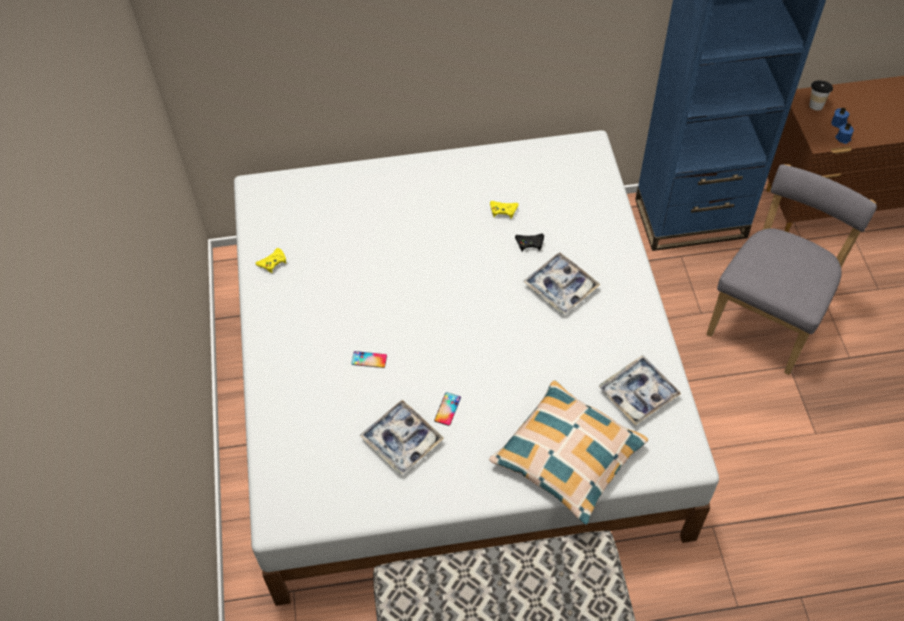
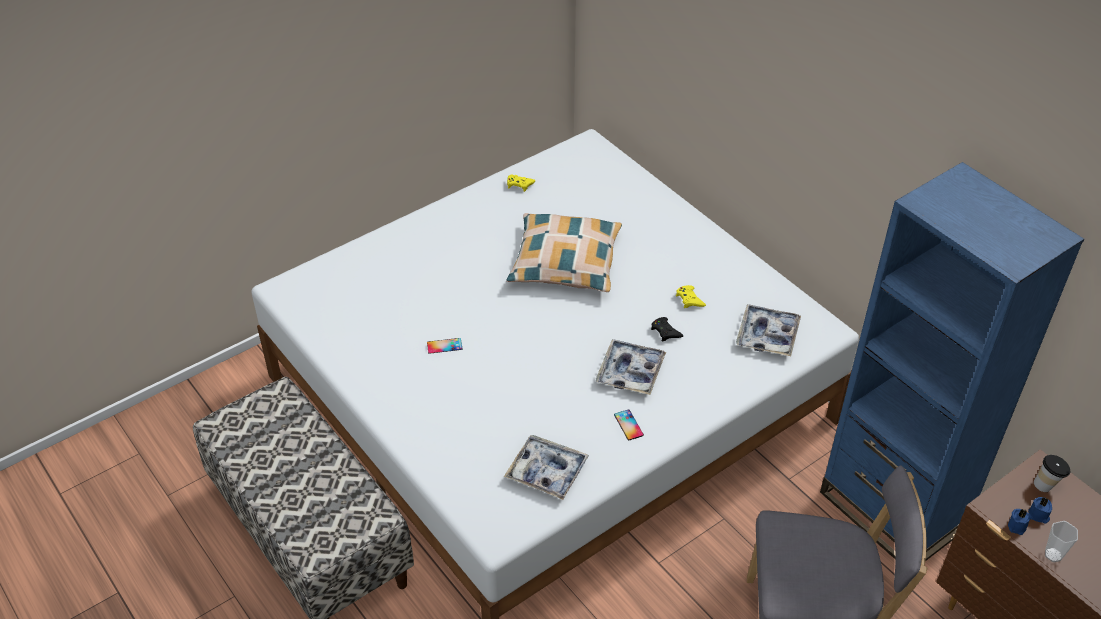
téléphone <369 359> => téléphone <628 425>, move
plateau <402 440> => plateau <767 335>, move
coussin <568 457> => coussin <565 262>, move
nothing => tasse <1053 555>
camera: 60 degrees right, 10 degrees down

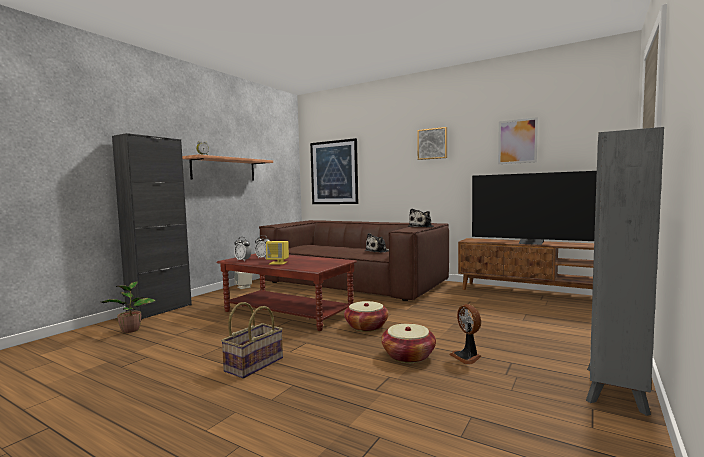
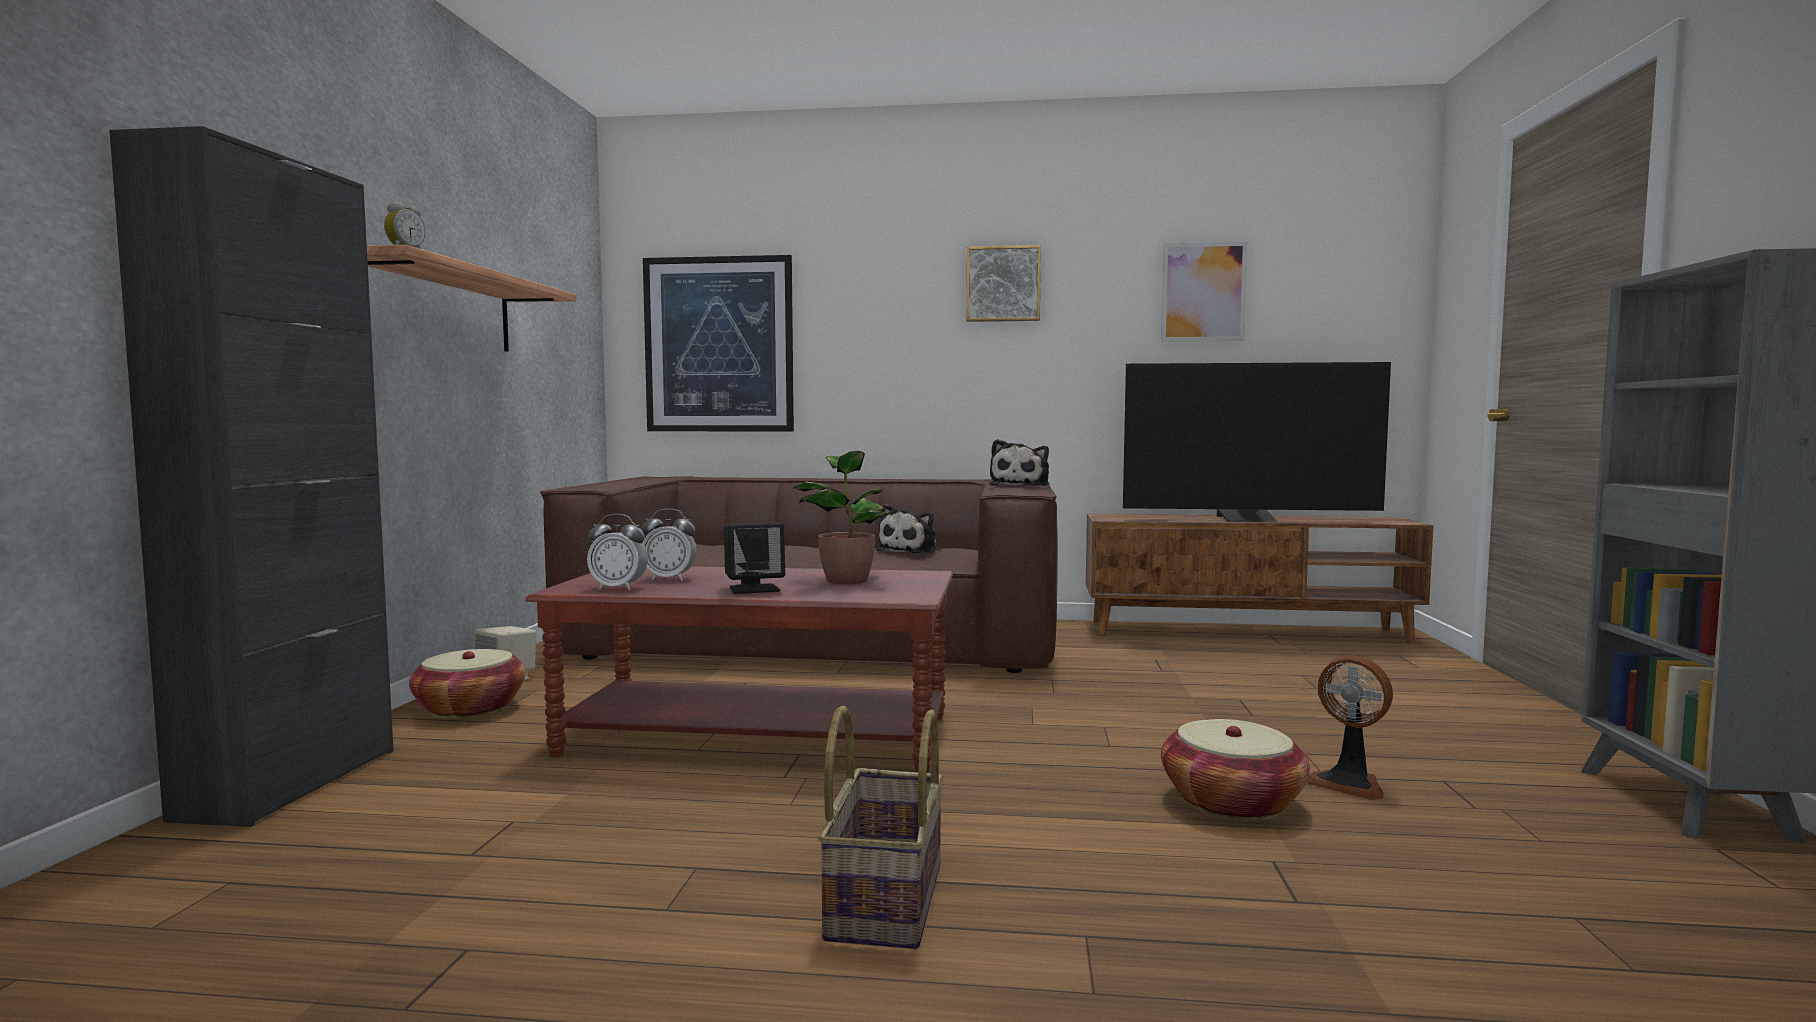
plante en pot <131 330> => plante en pot <845 580>, move
enceinte (jaune) <278 263> => enceinte (noir) <754 589>
panier <366 327> => panier <470 709>, move
camera: 25 degrees left, 0 degrees up

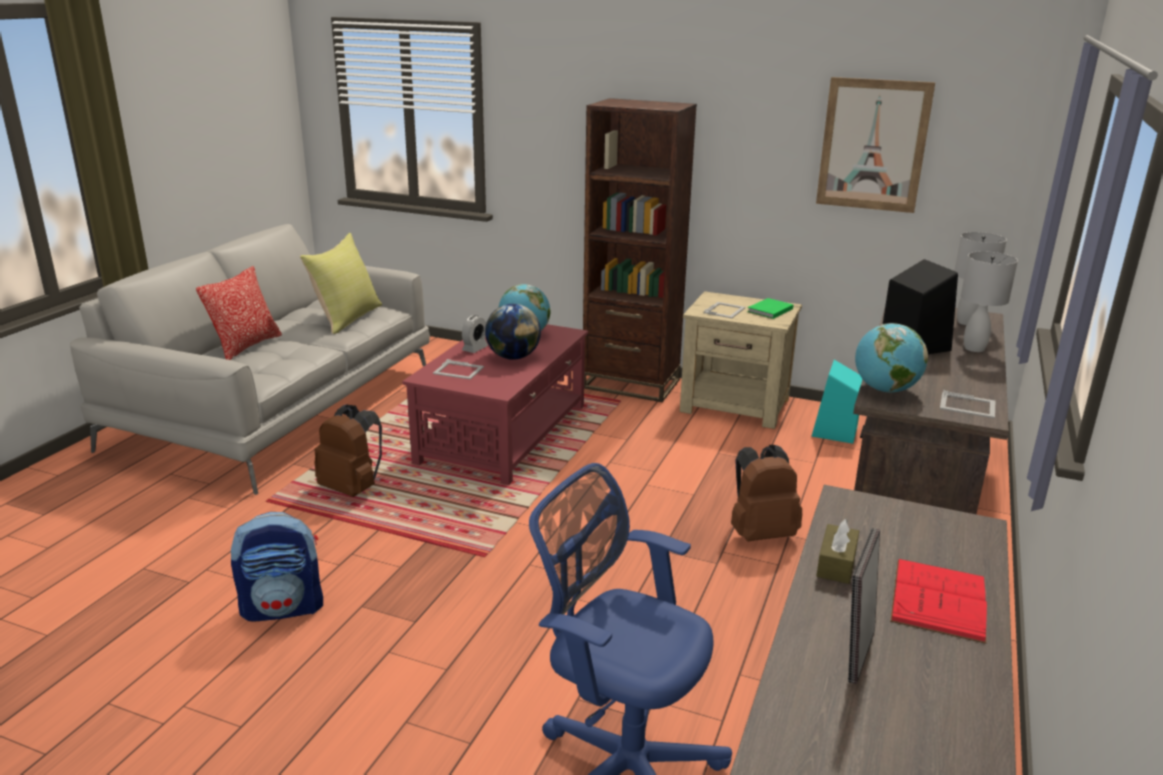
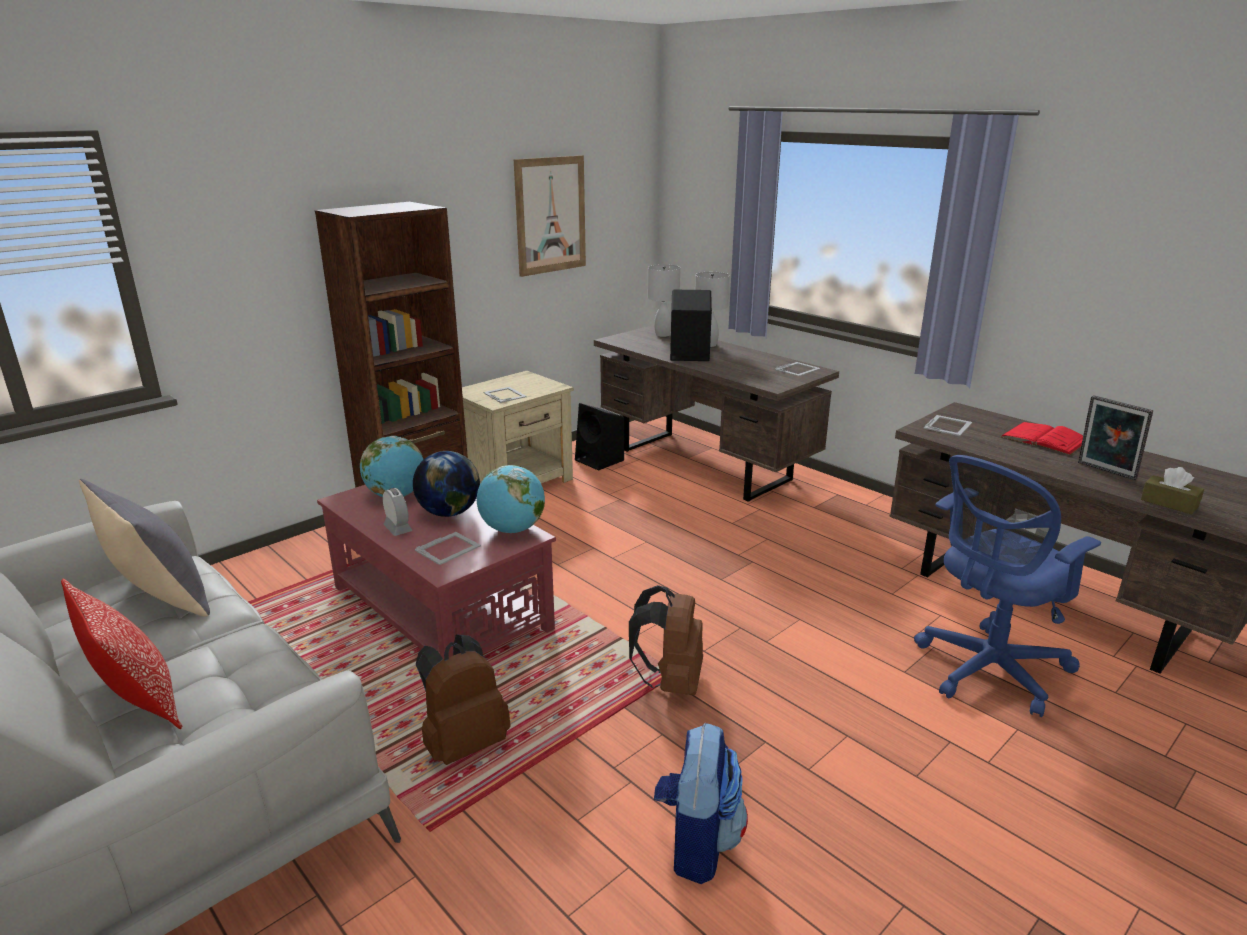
coussin (jaune) <347 318> => coussin (gris) <158 598>
sac à dos (marron) <760 533> => sac à dos (marron) <670 682>, move
livre (vert) <769 310> => nothing
enceinte (turquoise) <835 432> => enceinte (noir) <600 460>
boîte à mouchoirs (marron) <836 564> => boîte à mouchoirs (marron) <1169 503>, move
globe <885 390> => globe <512 530>, move
nothing => cadre photo <948 425>
camera: 65 degrees left, 0 degrees up

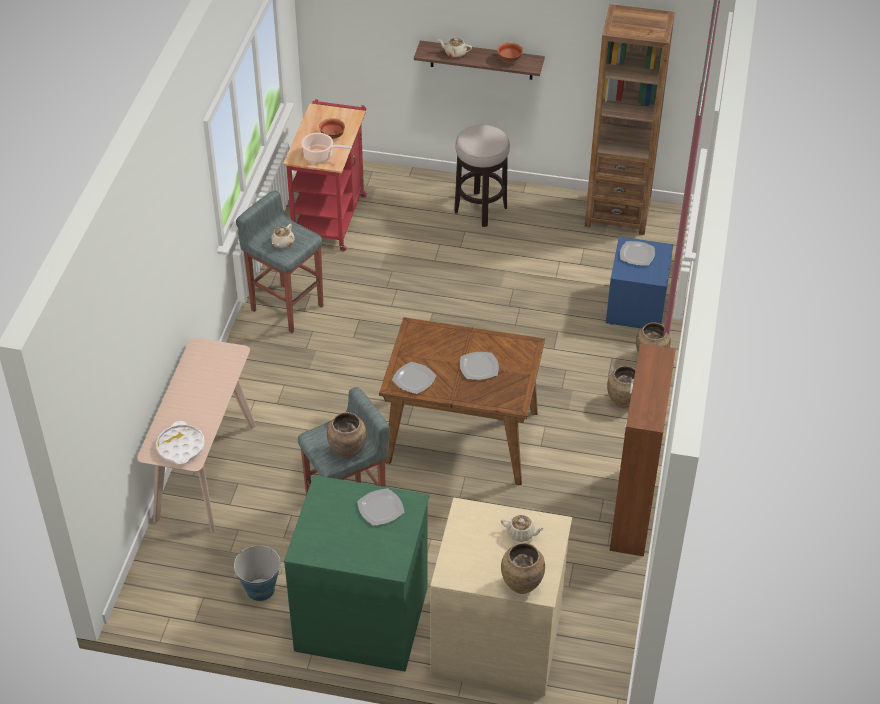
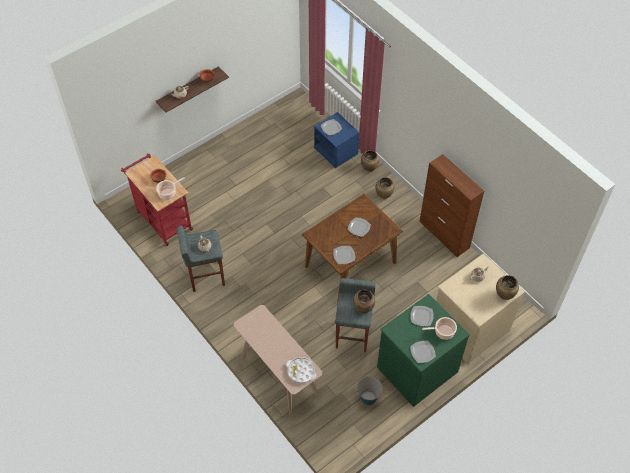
tabouret <480 209> => nothing
bibliothèque (marron) <617 214> => nothing
nothing => assiette <422 352>
nothing => marmite <443 332>
camera: 50 degrees left, 10 degrees up

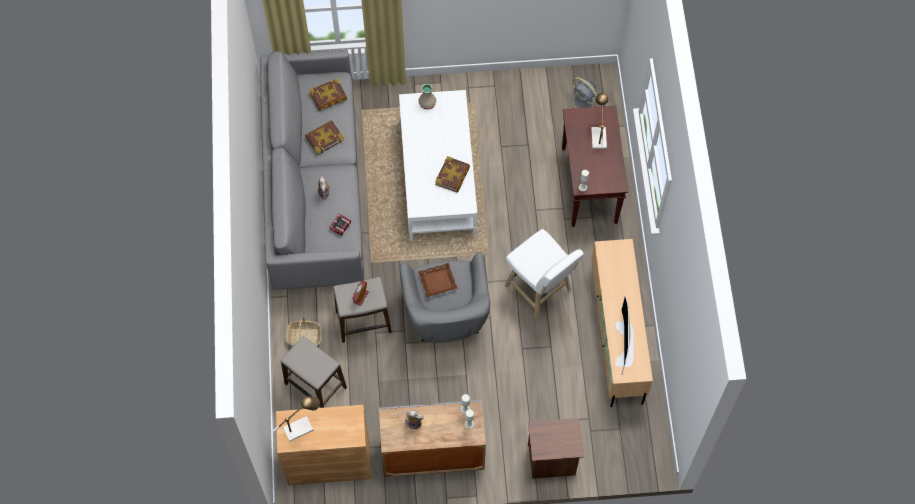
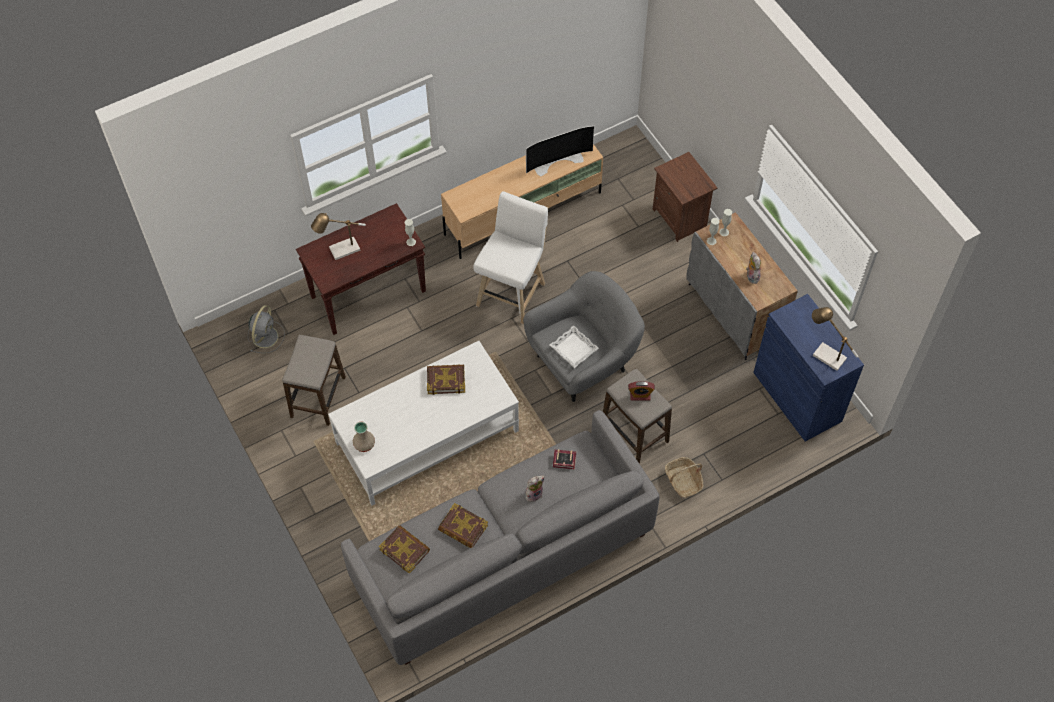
meuble de rangement (marron) <328 462> => meuble de rangement (bleu) <797 396>
tabouret <315 386> => tabouret <318 397>, move
plateau (marron) <437 281> => plateau (blanc) <573 349>
camera: 115 degrees left, 5 degrees down

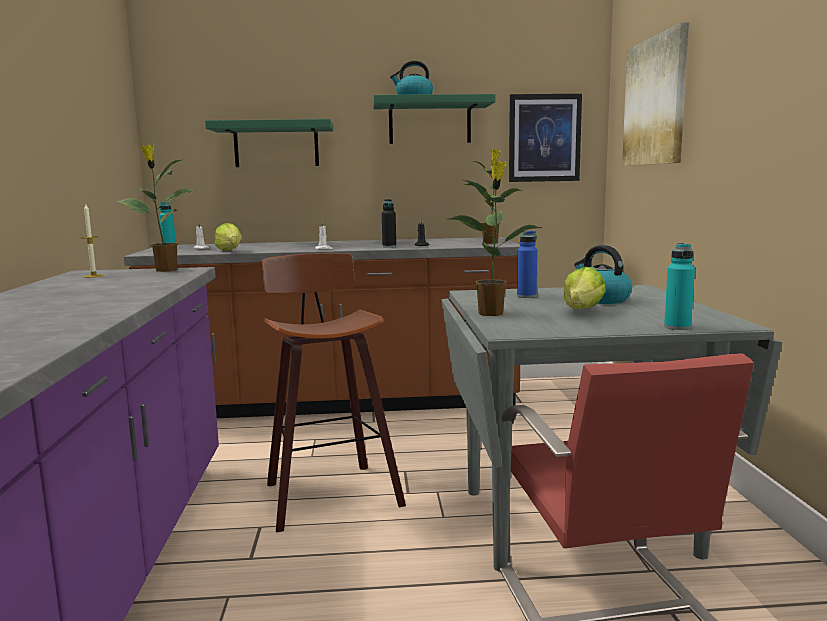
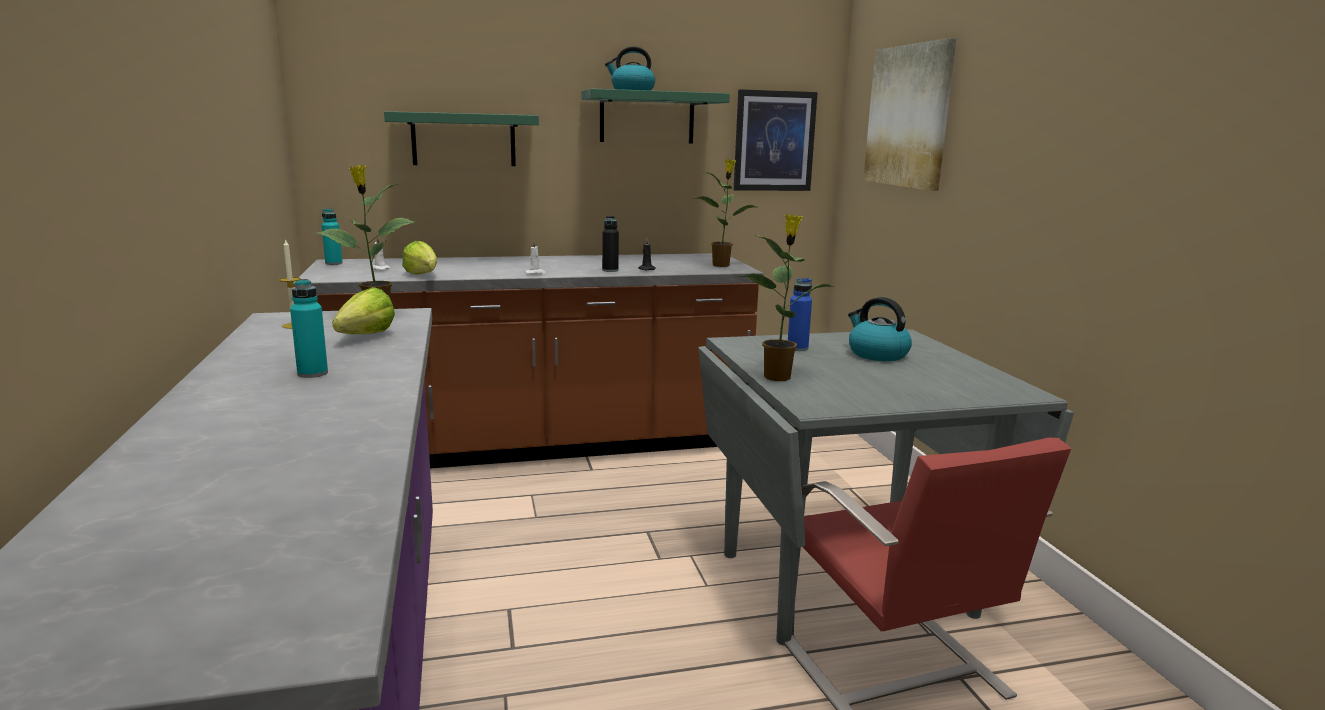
tabouret <328 493> => nothing
laitue <579 312> => laitue <360 338>, move
bouteille (turquoise) <677 327> => bouteille (turquoise) <312 373>, move
camera: 10 degrees left, 5 degrees up

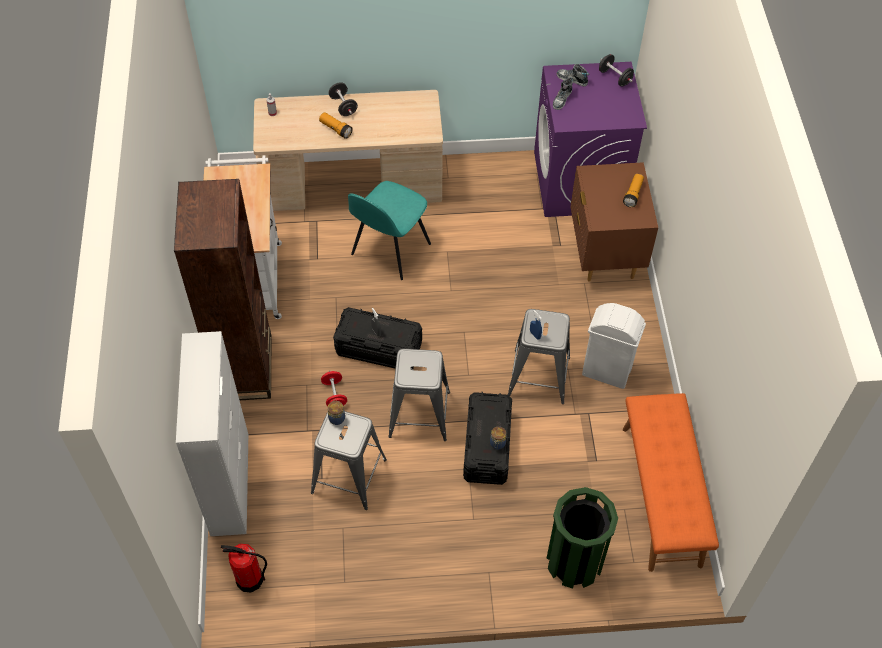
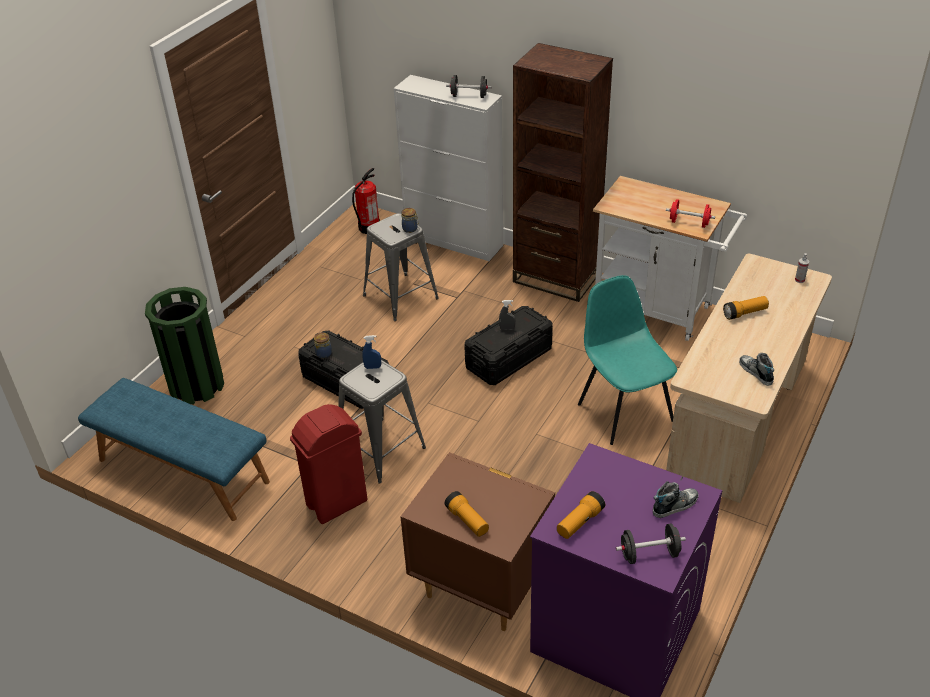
haltère (rouge) <334 395> => haltère (rouge) <689 223>, move
haltère (noir) <343 106> => haltère (noir) <469 96>, move
tabouret (gris) <419 414> => nothing
chaussure <562 99> => chaussure <755 372>, move
poubelle (blanc) <607 372> => poubelle (rouge) <336 503>
banc (orange) <662 495> => banc (bleu) <182 471>
nothing => lampe de poche <579 522>
camera: 125 degrees right, 15 degrees down

